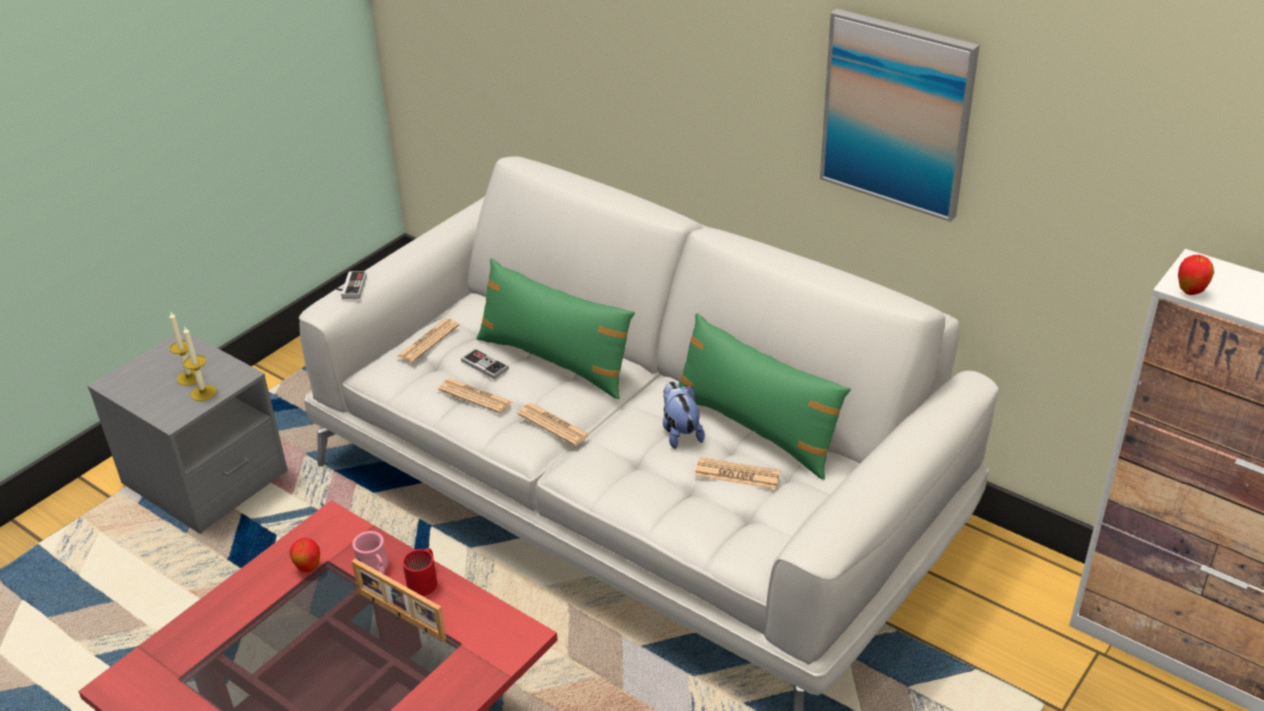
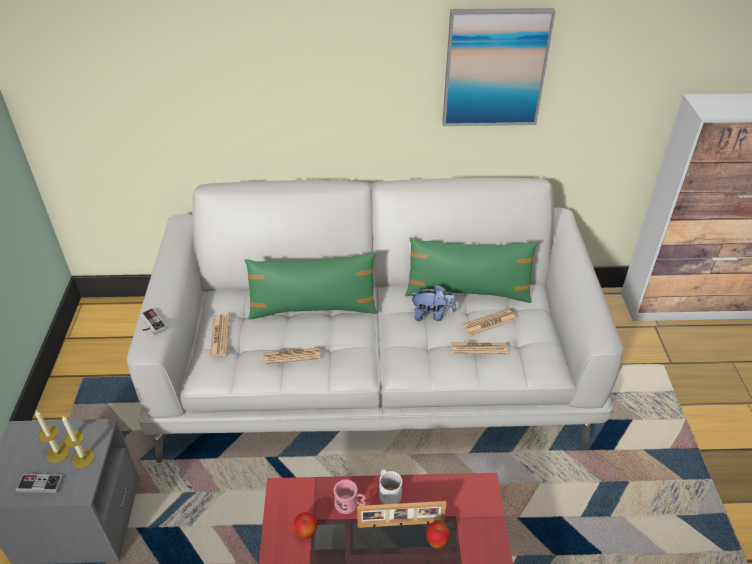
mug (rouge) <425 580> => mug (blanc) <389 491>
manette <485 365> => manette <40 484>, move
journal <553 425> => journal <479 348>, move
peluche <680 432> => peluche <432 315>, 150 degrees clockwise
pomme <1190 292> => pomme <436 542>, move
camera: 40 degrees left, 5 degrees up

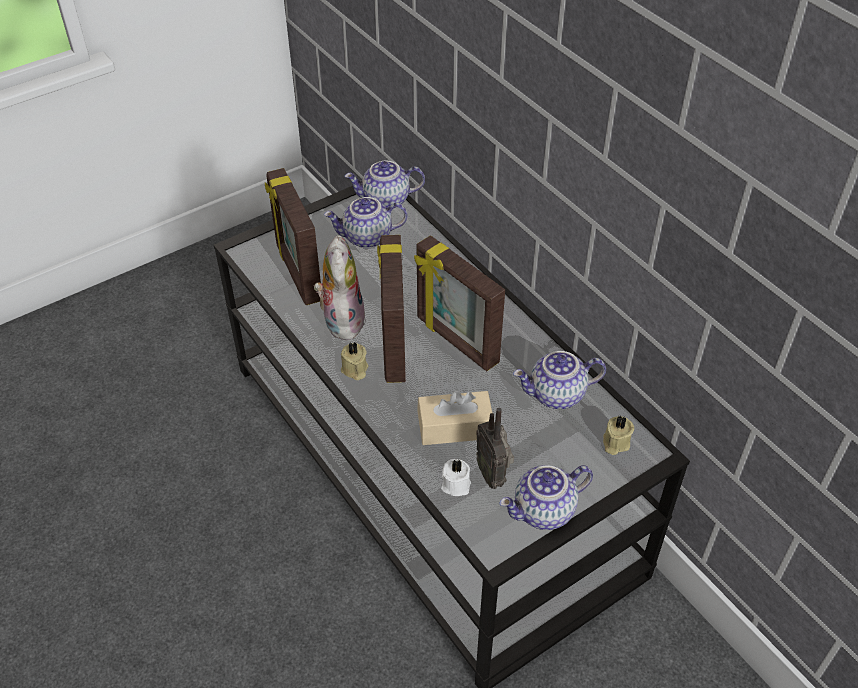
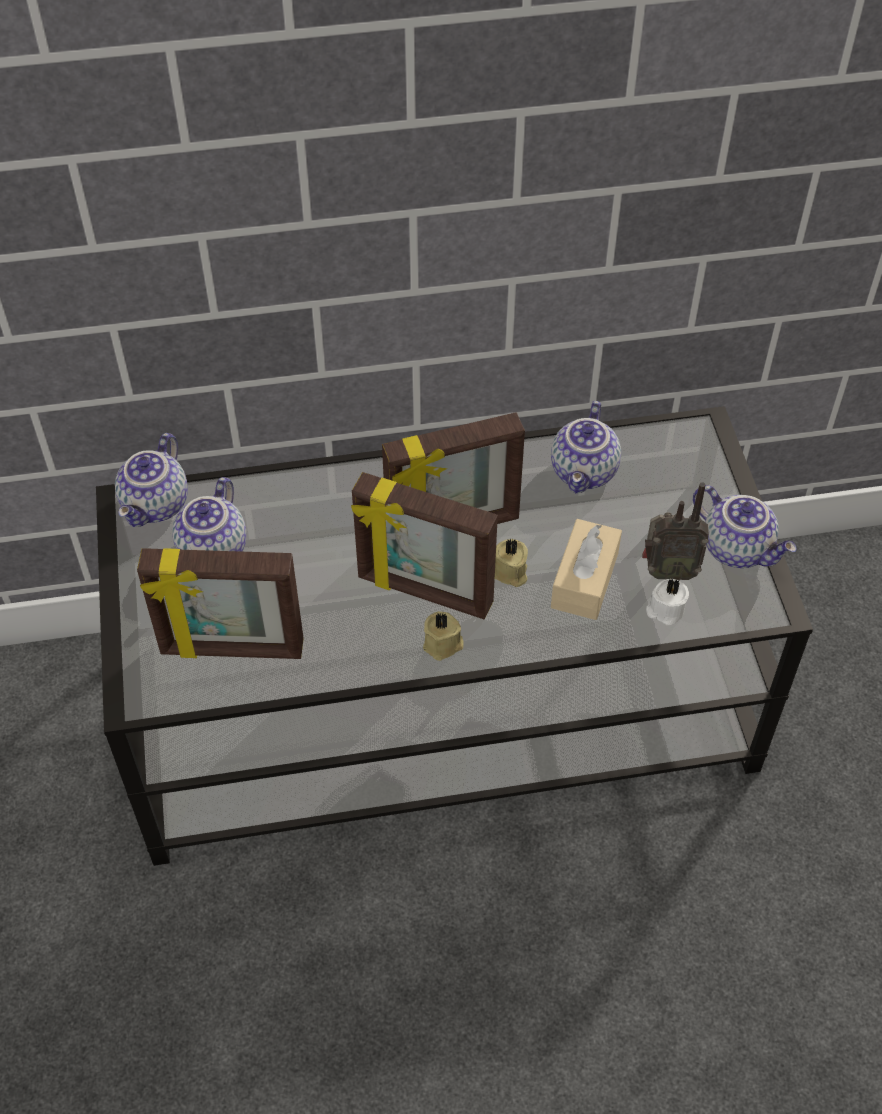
peluche <341 319> => nothing
théière <544 512> => théière <738 548>, 45 degrees counterclockwise
bougie (beige) <615 443> => bougie (beige) <510 573>, move
camera: 65 degrees left, 5 degrees up

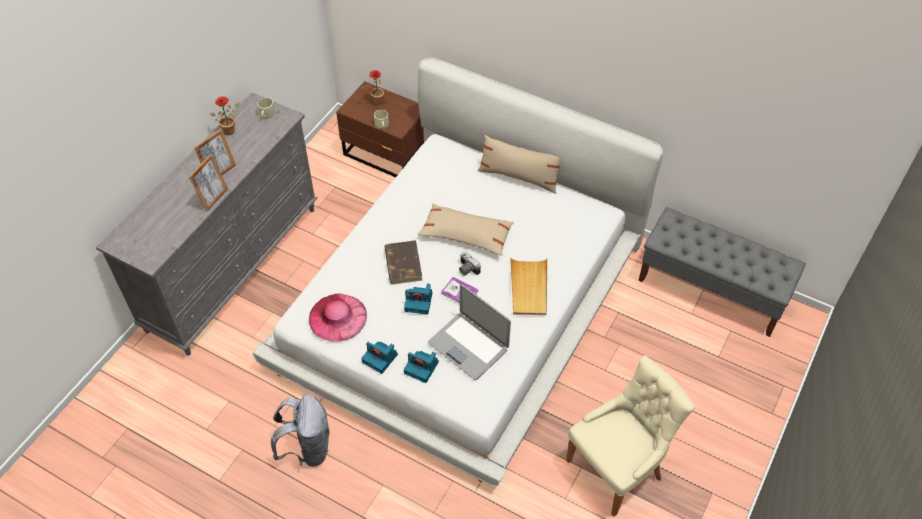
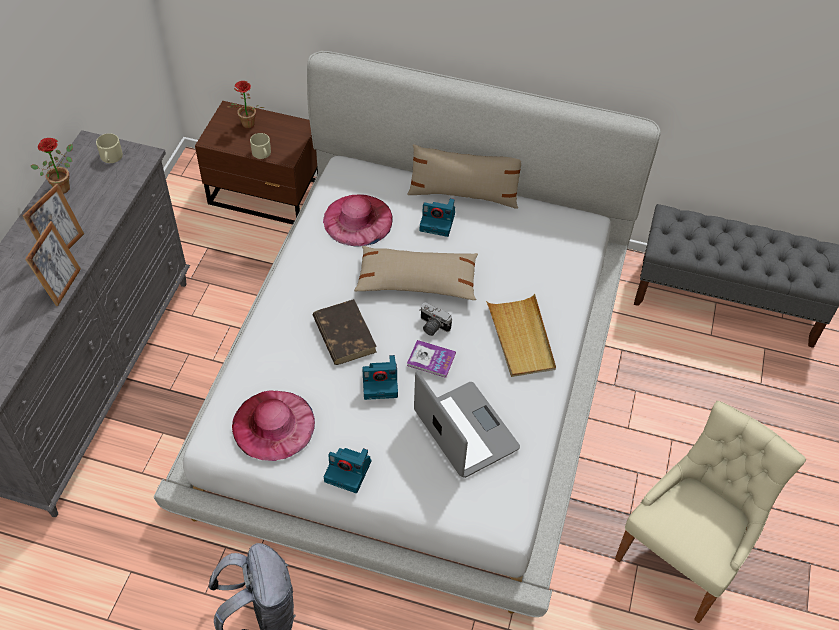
appareil photo <422 367> => appareil photo <438 222>, move
ordinateur portable <468 346> => ordinateur portable <465 431>, 150 degrees counterclockwise
nothing => chapeau (rose) <358 220>
camera: 15 degrees left, 0 degrees up

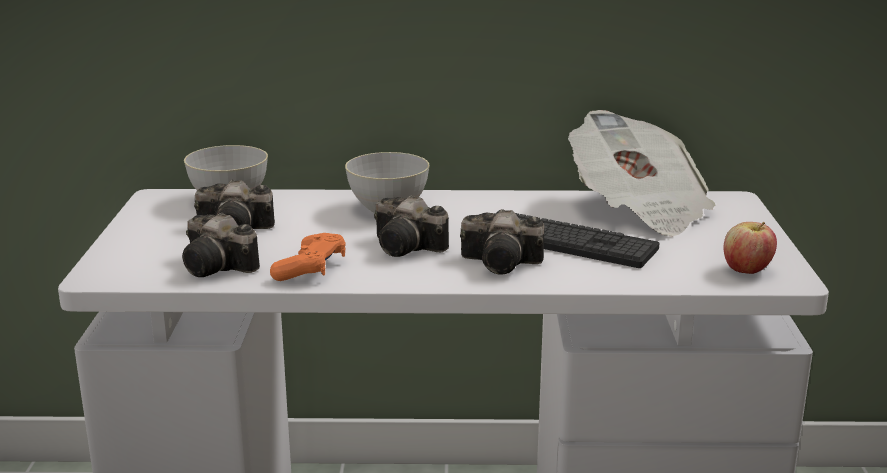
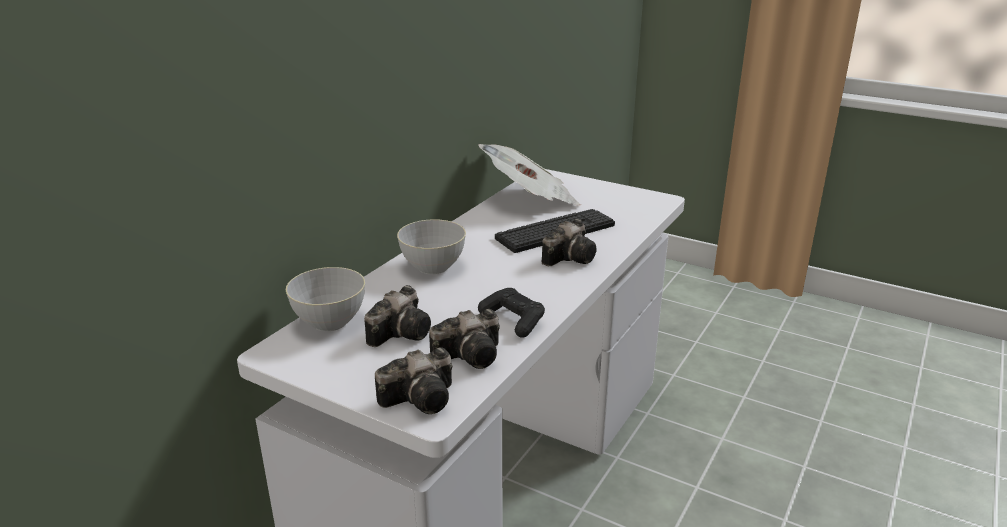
manette (orange) <311 269> => manette (noir) <513 320>
appareil photo <409 248> => appareil photo <423 398>, move
pomme <746 270> => nothing
camera: 60 degrees left, 5 degrees up

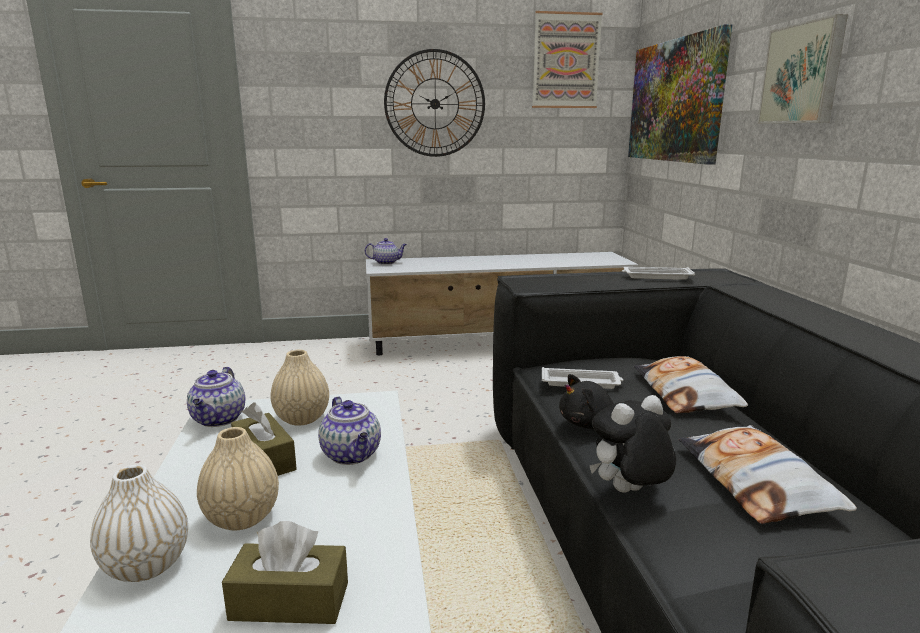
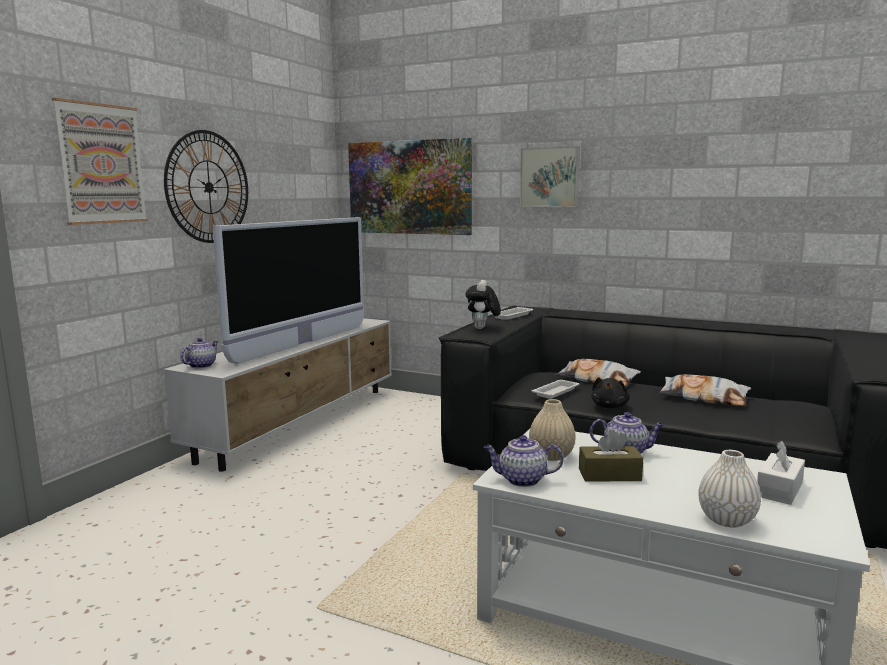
théière <219 420> => théière <521 480>, 150 degrees clockwise
vase (beige) <242 518> => nothing
boîte à mouchoirs (marron) <290 601> => boîte à mouchoirs (blanc) <779 489>
tableau <566 61> => tableau <101 164>, move
peluche <628 493> => peluche <482 328>, move
nothing => téléviseur <302 343>
camera: 55 degrees left, 5 degrees down

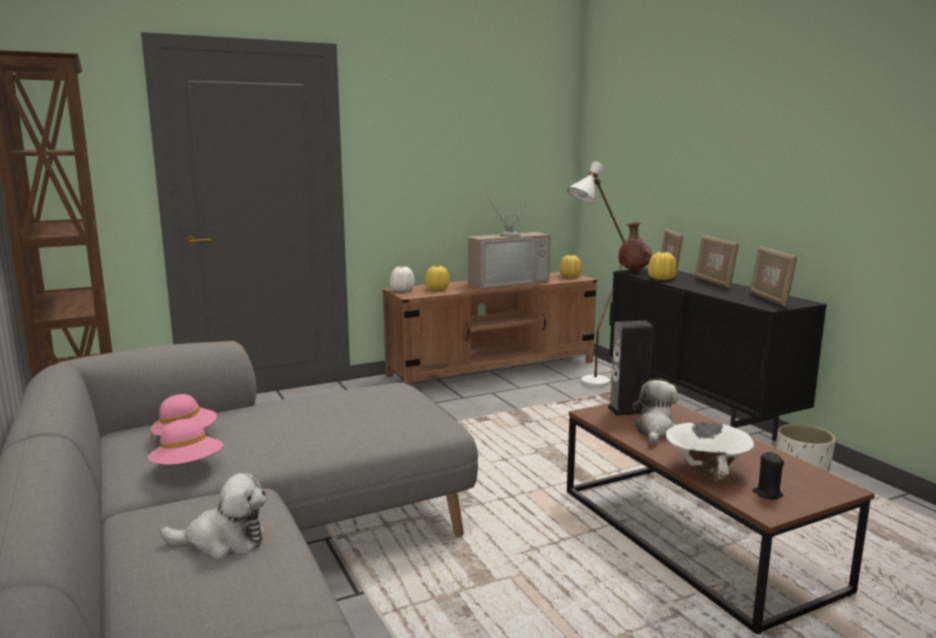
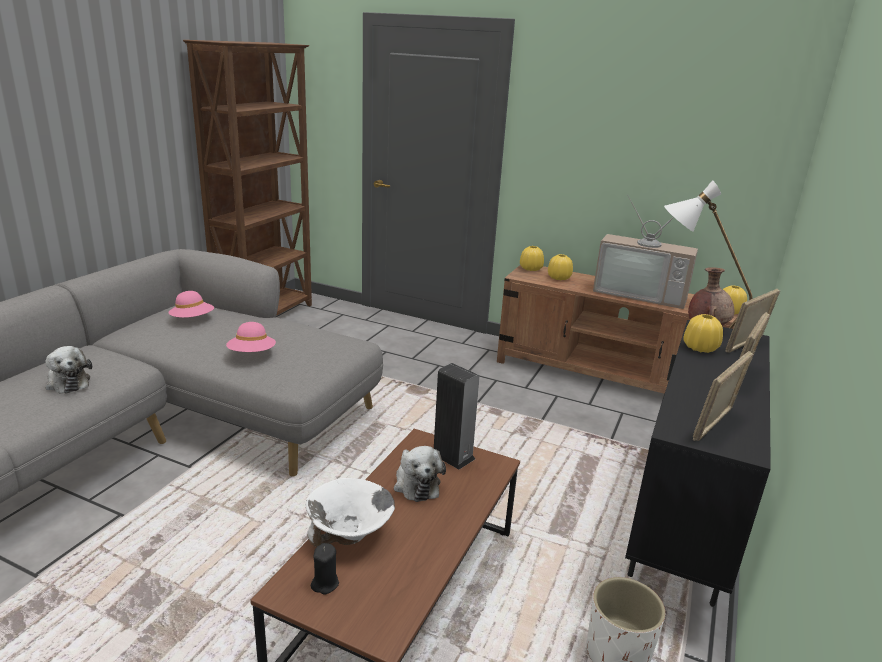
chapeau (rose) <188 467> => chapeau (rose) <252 354>, move
vase (blanc) <402 290> => vase (jaune) <530 269>
peluche <655 431> => peluche <416 483>, 90 degrees clockwise
camera: 50 degrees right, 10 degrees up

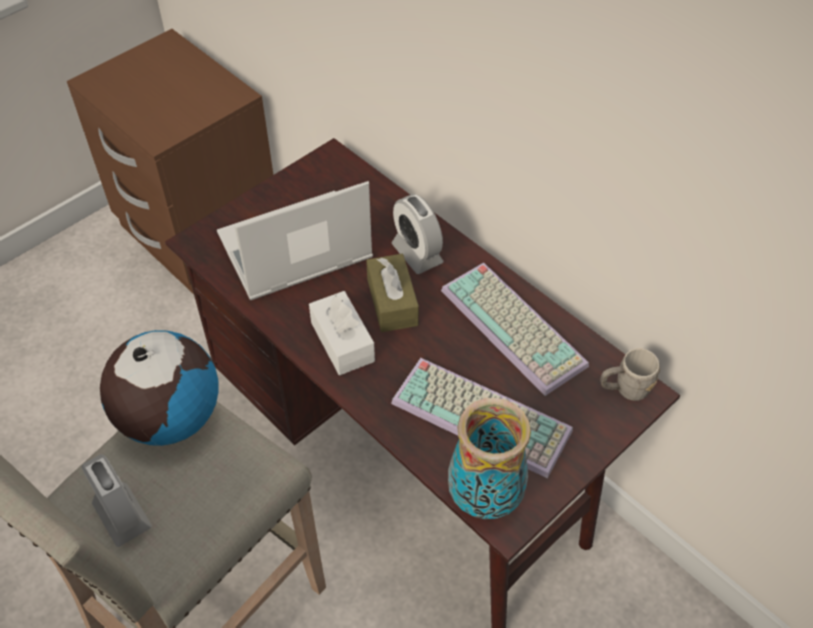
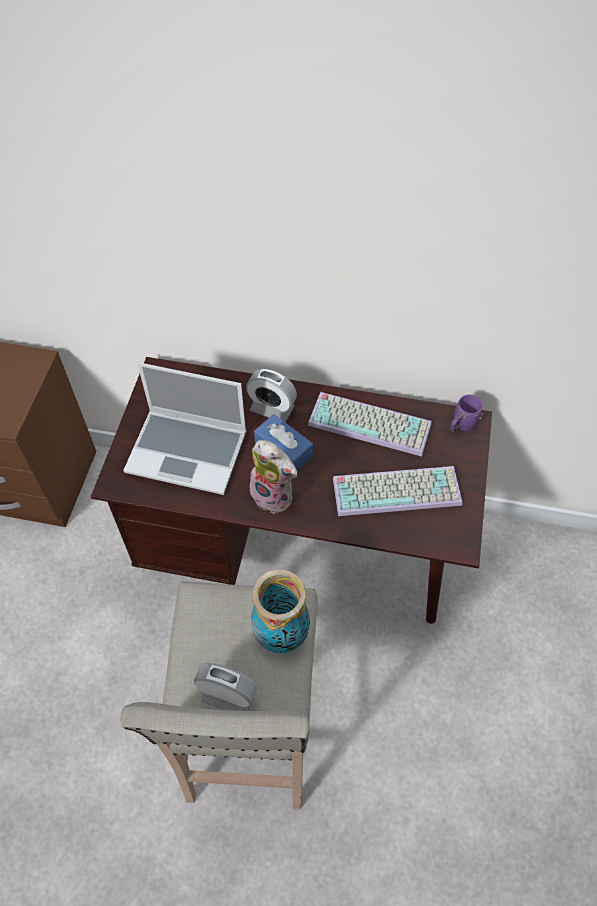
globe <169 418> => nothing
ordinateur portable <294 250> => ordinateur portable <189 451>, 105 degrees counterclockwise
boîte à mouchoirs (blanc) <342 342> => peluche <274 495>
boîte à mouchoirs (marron) <392 302> => boîte à mouchoirs (bleu) <283 450>
vase <485 497> => vase <281 633>, move
mug (gris) <625 389> => mug (violet) <461 426>
camera: 35 degrees left, 5 degrees up

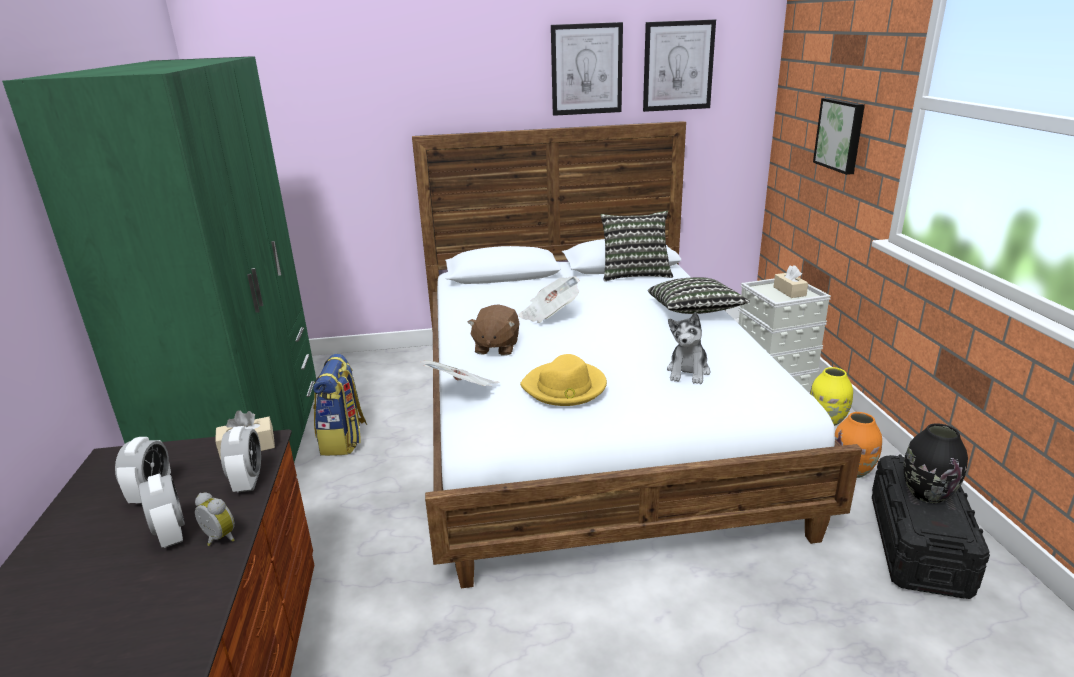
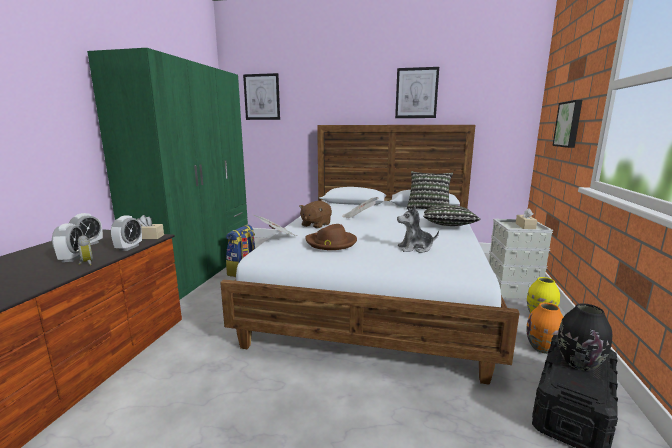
chapeau (jaune) <565 387> => chapeau (marron) <331 243>
tableau <678 66> => tableau <262 97>, move
peluche <688 372> => peluche <415 248>, 45 degrees clockwise
camera: 20 degrees right, 10 degrees down

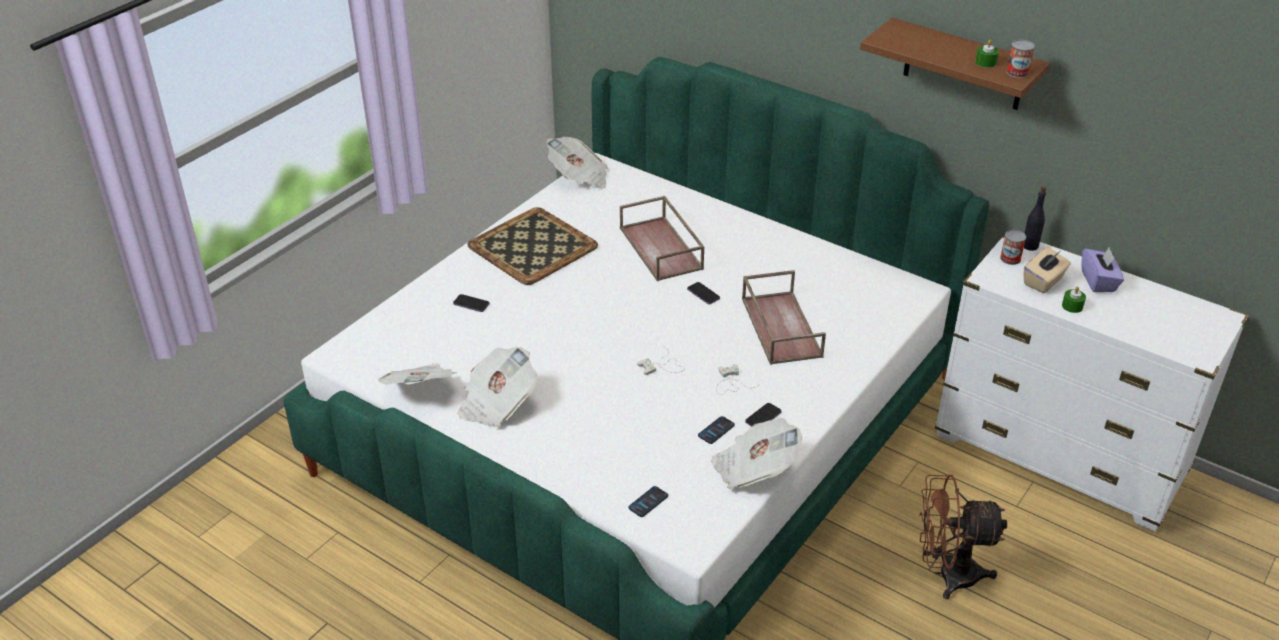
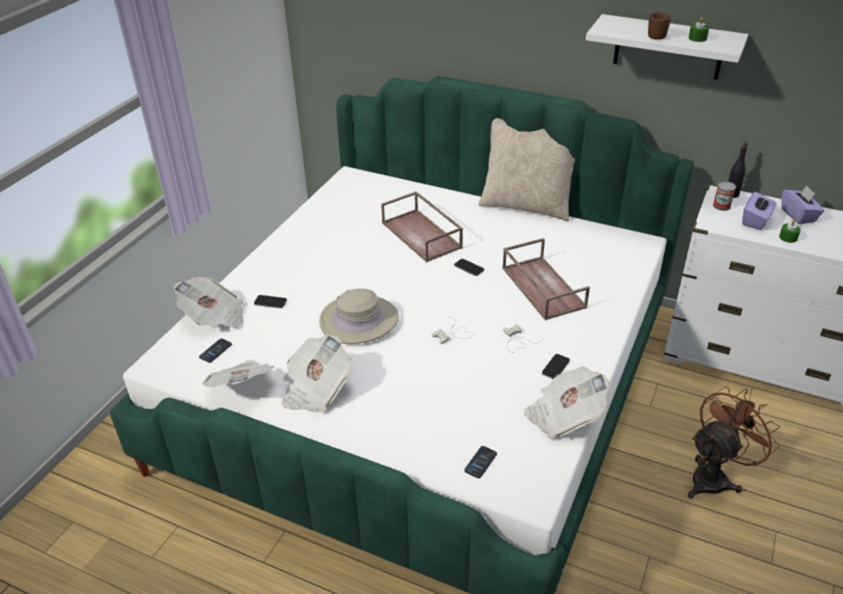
plateau <532 245> => nothing
journal <579 177> => journal <215 318>, move
téléphone <716 430> => téléphone <215 351>, move
étagère (marron) <964 65> => étagère (blanc) <668 47>
ventilateur (marron) <947 574> => ventilateur (marron) <715 477>, 150 degrees clockwise
boîte métallique <1017 72> => nothing
boîte à mouchoirs (beige) <1043 281> => boîte à mouchoirs (violet) <756 221>
nothing => chapeau (beige) <359 320>
nothing => coussin (beige) <526 205>
nothing => mug (marron) <655 36>
camera: 10 degrees left, 0 degrees up

